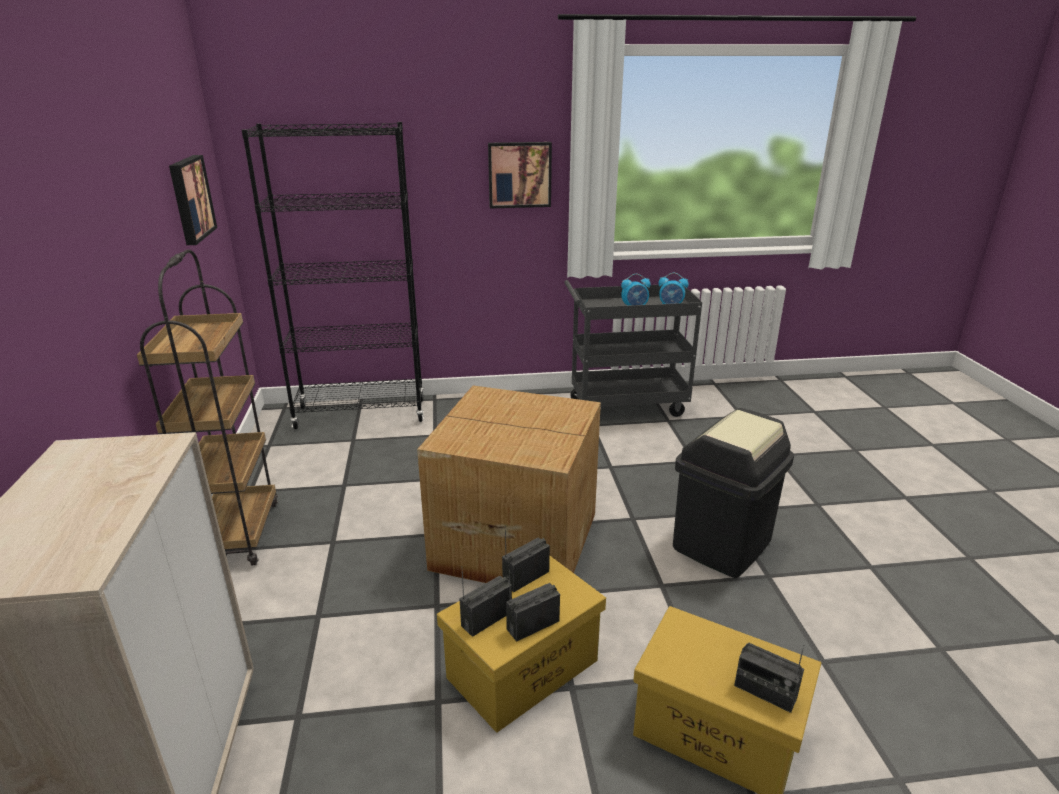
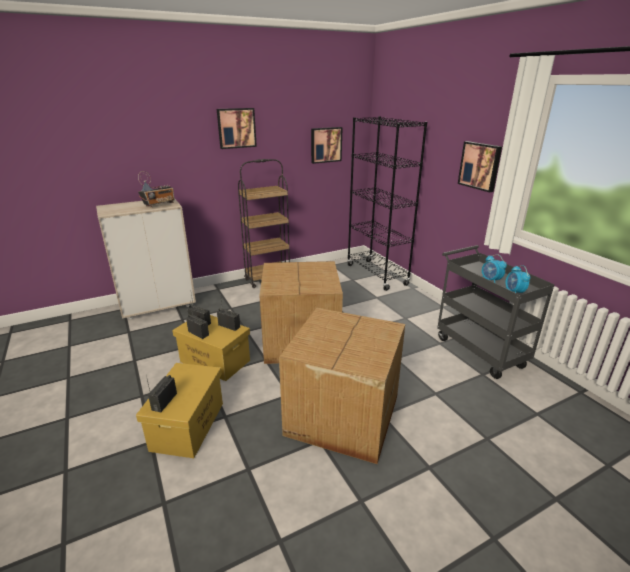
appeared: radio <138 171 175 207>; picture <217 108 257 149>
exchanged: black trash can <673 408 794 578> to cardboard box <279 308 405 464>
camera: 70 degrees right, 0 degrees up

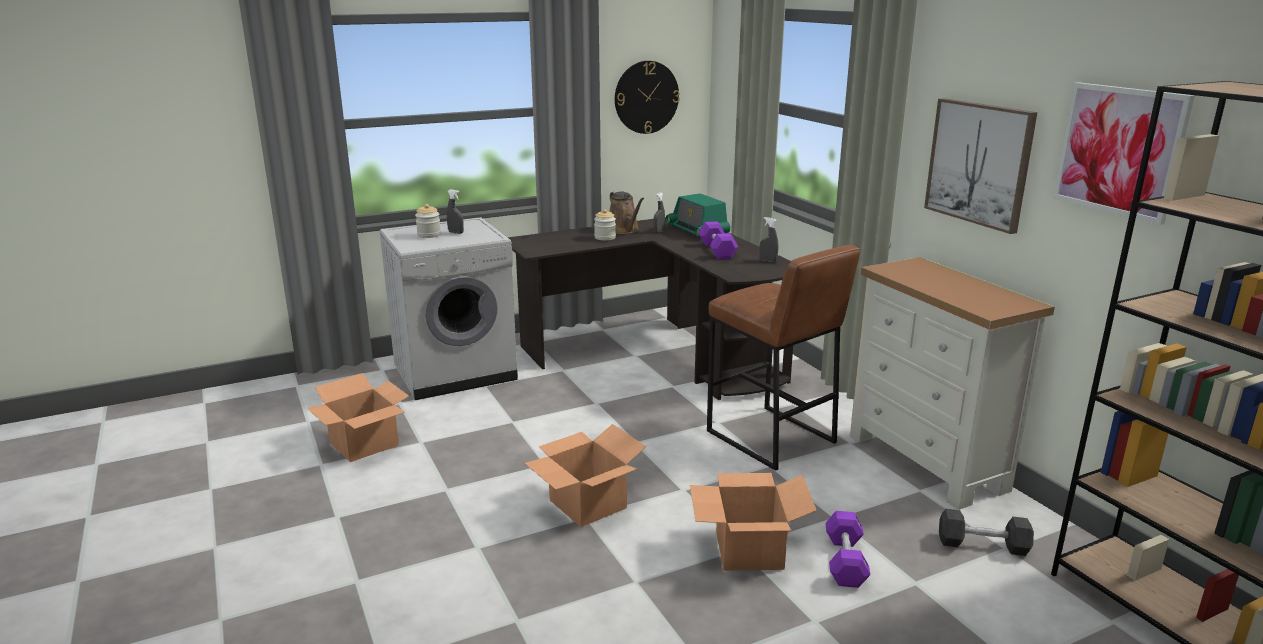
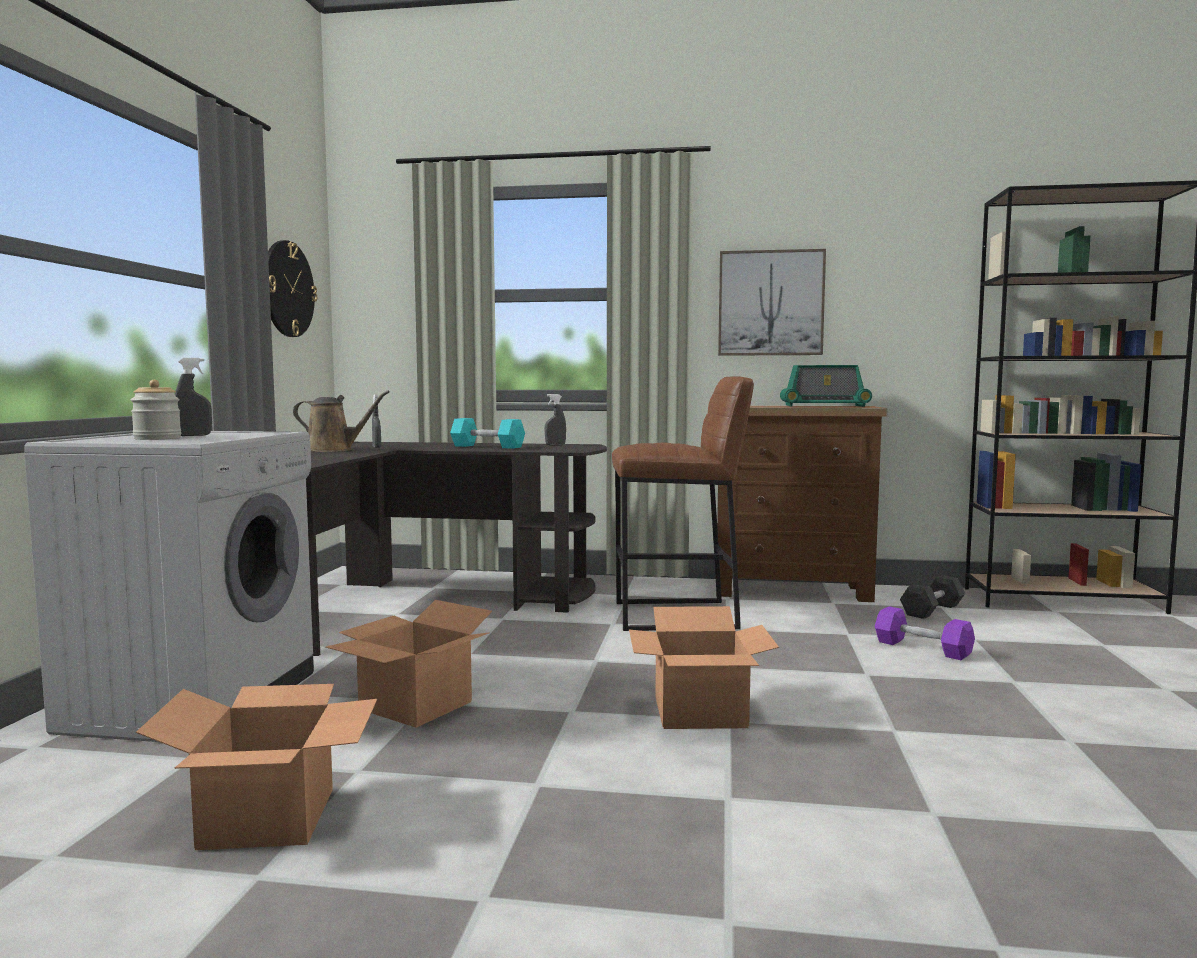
missing: jar <594 209 616 240>; picture <1053 82 1195 225>
relocated: radio <666 193 730 237> to <780 365 872 407>; cardboard box <690 473 817 571> to <325 600 492 728>
colour: purple dumbbell <698 221 738 259> to turquoise dumbbell <450 418 525 449>; white dresser <850 257 1055 510> to brown dresser <716 405 888 602>
camera: 55 degrees left, 15 degrees down

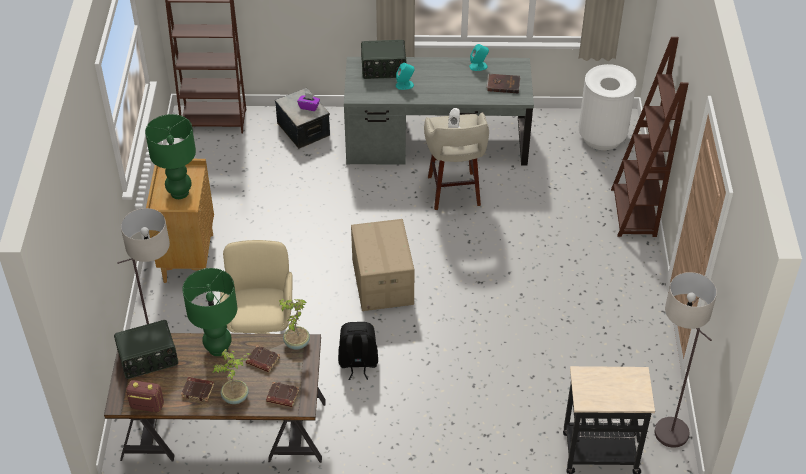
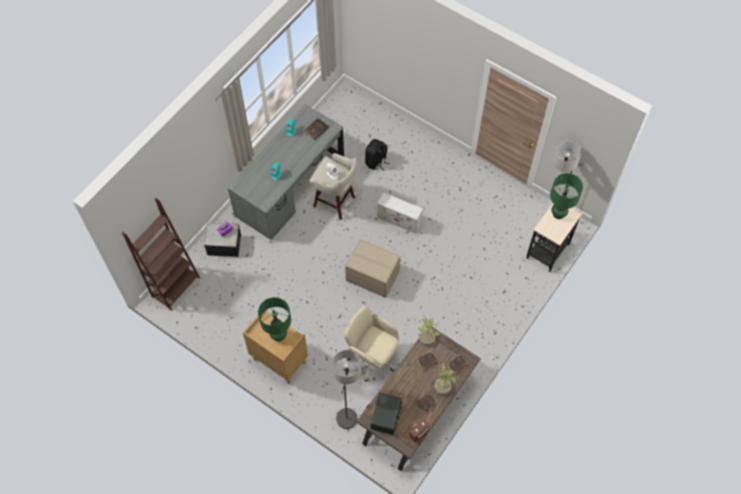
missing: radio <361 40 406 79>; white trash can <579 64 636 150>; brown bookcase <611 37 688 237>
appeared: white storage box <377 192 423 234>
relocated: green table lamp <182 268 237 356> to <550 173 583 219>; black backpack <338 322 378 380> to <365 139 390 171>
camera: 55 degrees left, 15 degrees up

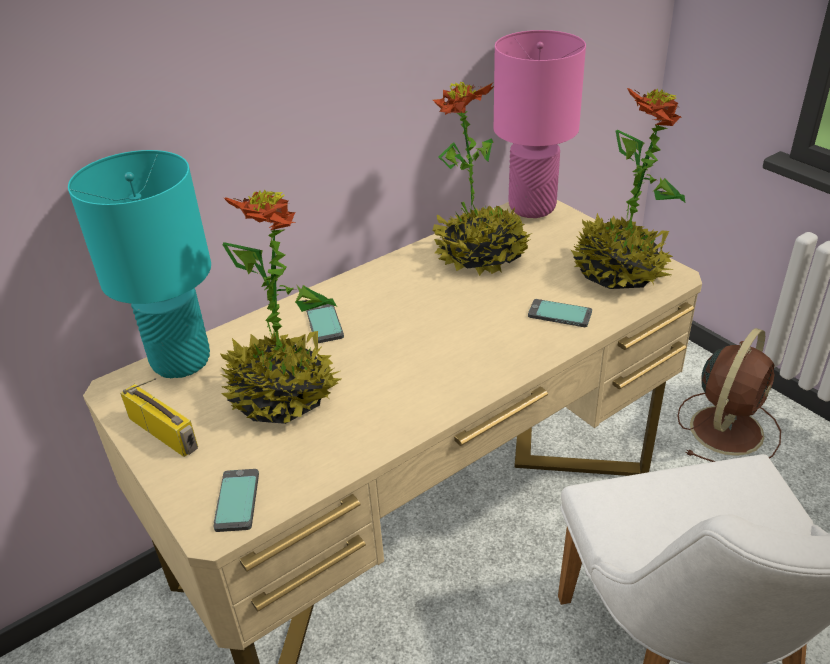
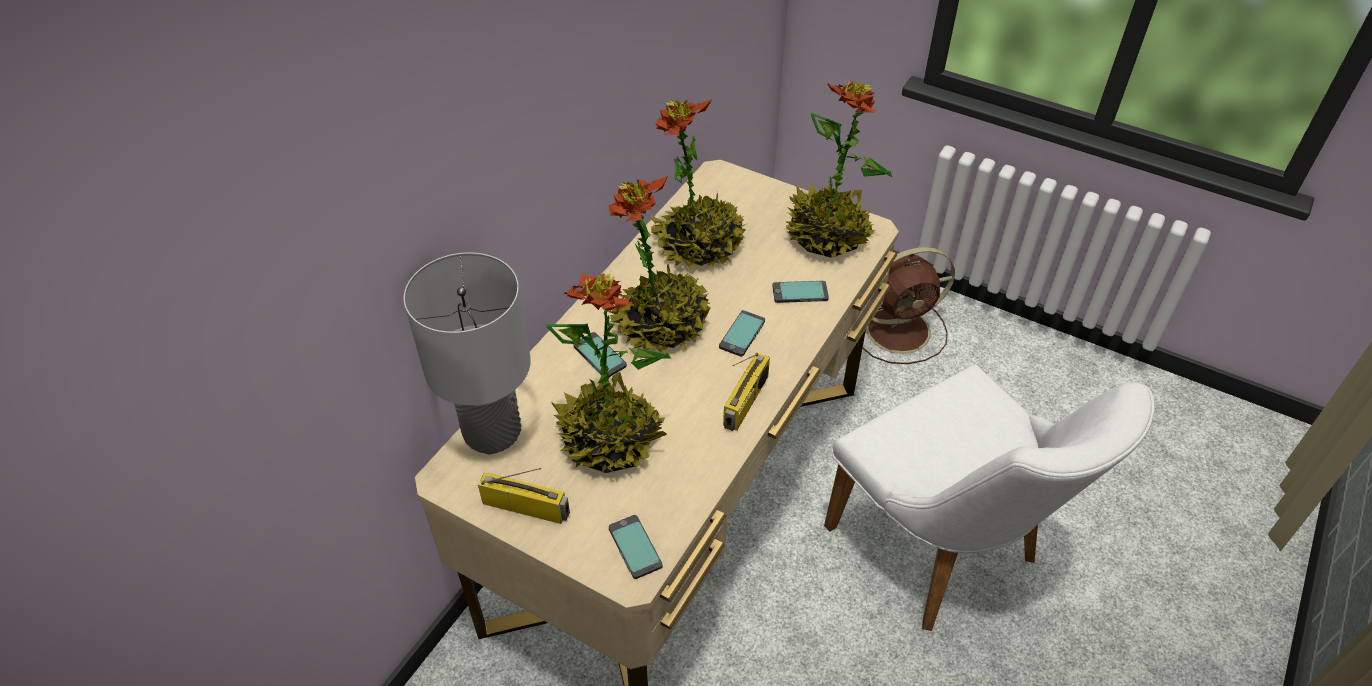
missing: pink table lamp <494 30 586 218>
appeared: potted plant <608 176 710 354>; phone <719 310 765 357>; radio <723 352 770 431>
colour: turquoise table lamp <68 150 211 378> to grey table lamp <404 252 531 454>
spun: brown fan <678 328 781 462> = <862 247 955 364> 60 degrees clockwise
camera: 25 degrees left, 10 degrees up

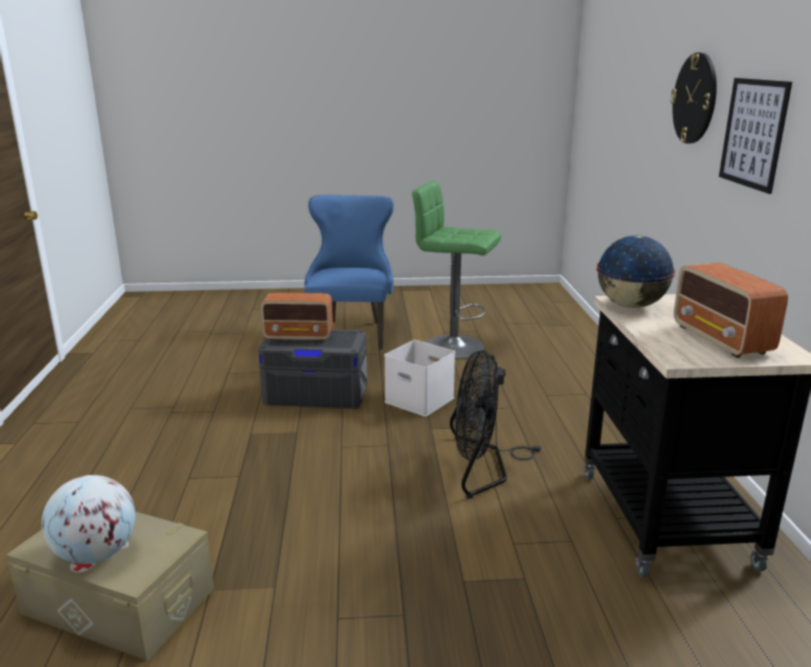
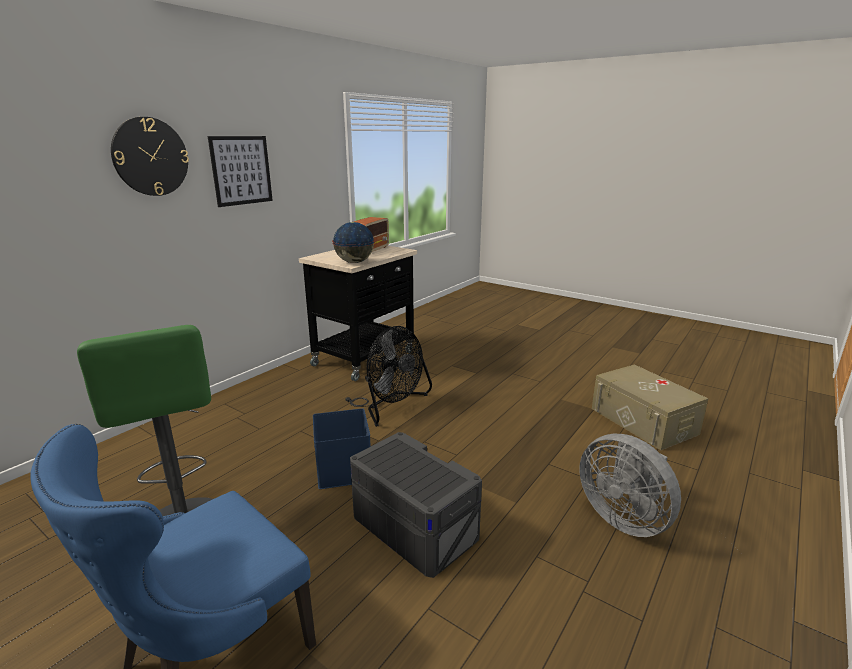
missing: globe <42 475 135 564>; radio <261 292 333 341>
appeared: grey fan <579 434 681 537>
colour: white storage box <384 340 455 417> to blue storage box <313 409 371 489>
camera: 140 degrees left, 0 degrees up

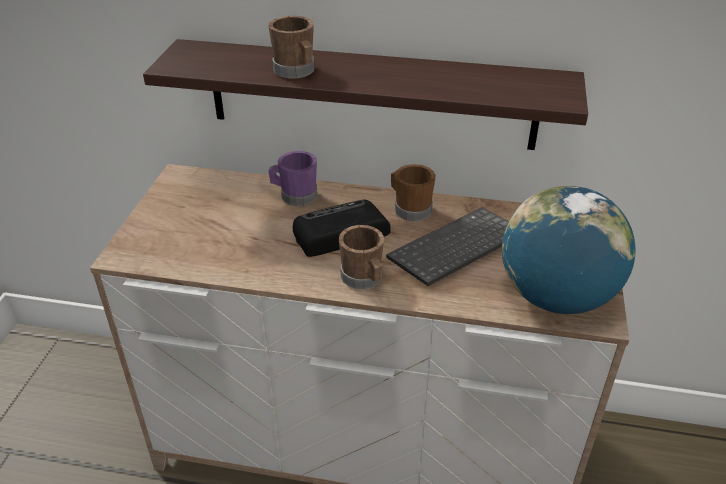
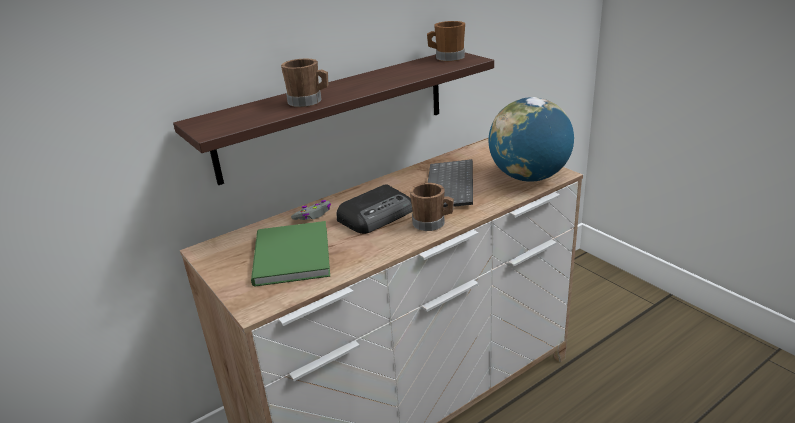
appeared: green book <251 221 330 287>
relocated: brown mug <391 164 436 221> to <427 21 465 61>
exchanged: purple mug <268 151 318 206> to grey game controller <291 200 331 220>
spun: radio <293 200 391 257> = <337 184 413 234> 150 degrees counterclockwise
camera: 45 degrees left, 10 degrees down

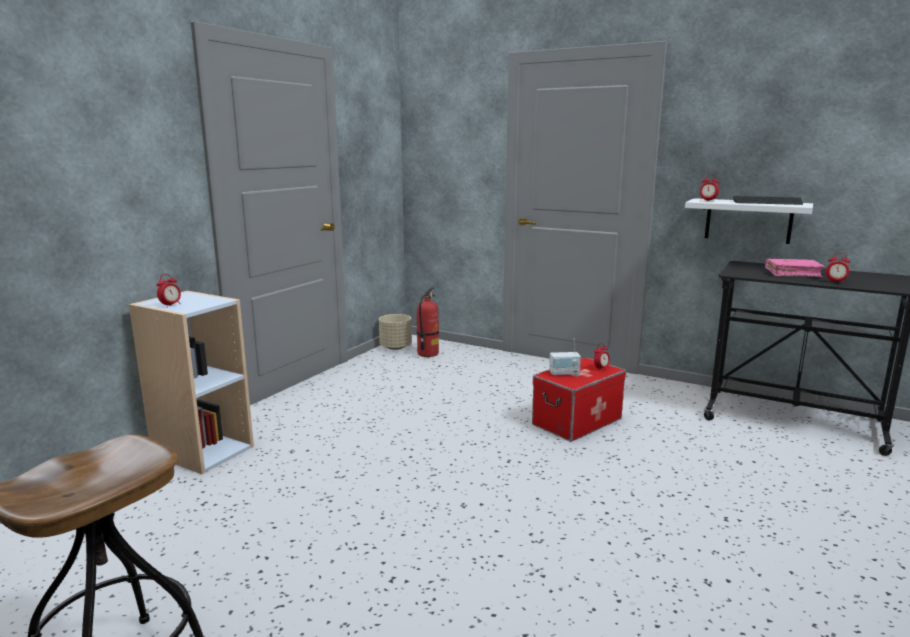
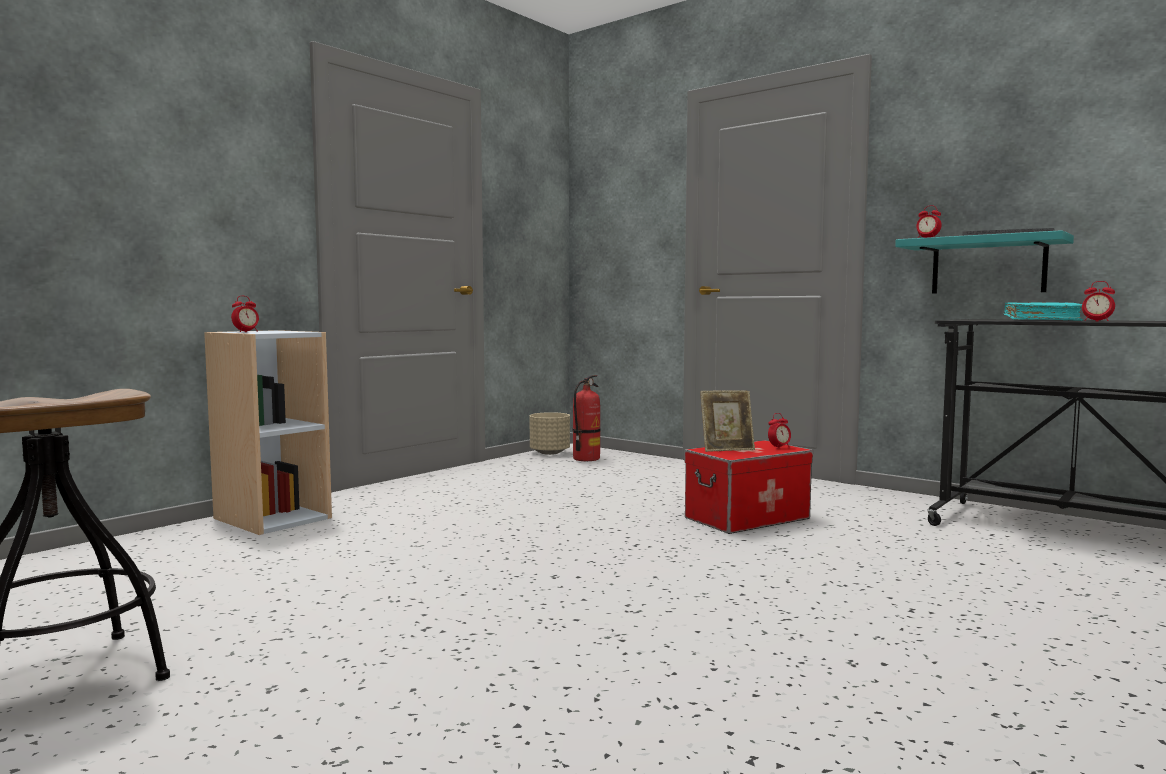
exchanged: radio <549 339 581 376> to picture frame <700 391 755 452>
colour: white shelf <685 198 813 244> to turquoise shelf <895 230 1074 294>; pink book <765 259 825 277> to turquoise book <1004 303 1083 321>
camera: 10 degrees right, 10 degrees down

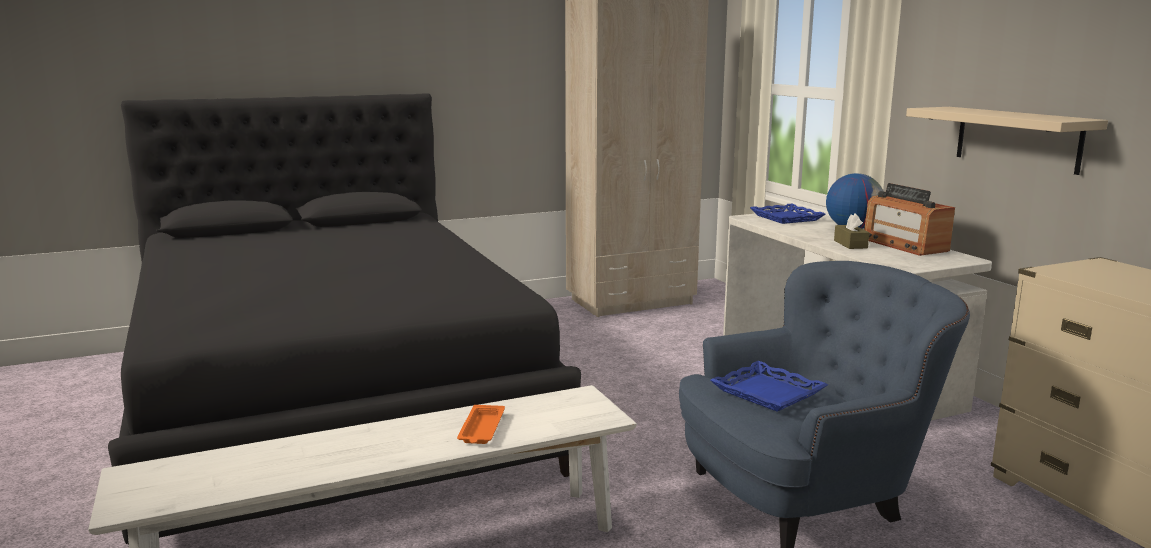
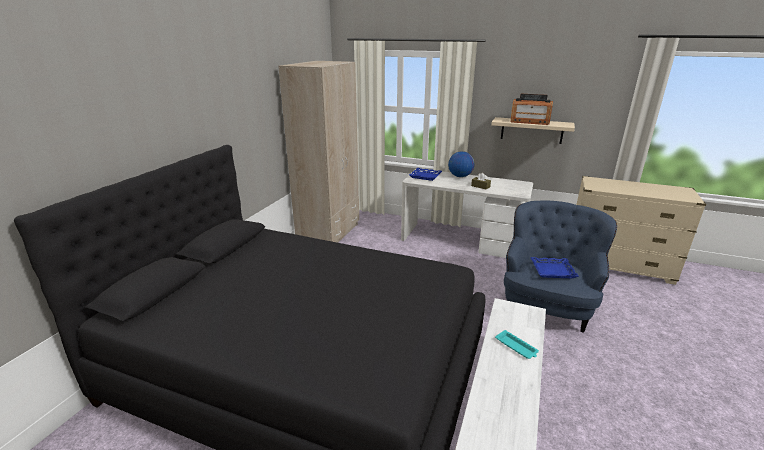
relocated: radio <864 183 955 256> to <510 94 553 125>
colour: orange tray <457 405 505 444> to turquoise tray <495 330 539 359>
camera: 45 degrees left, 10 degrees up

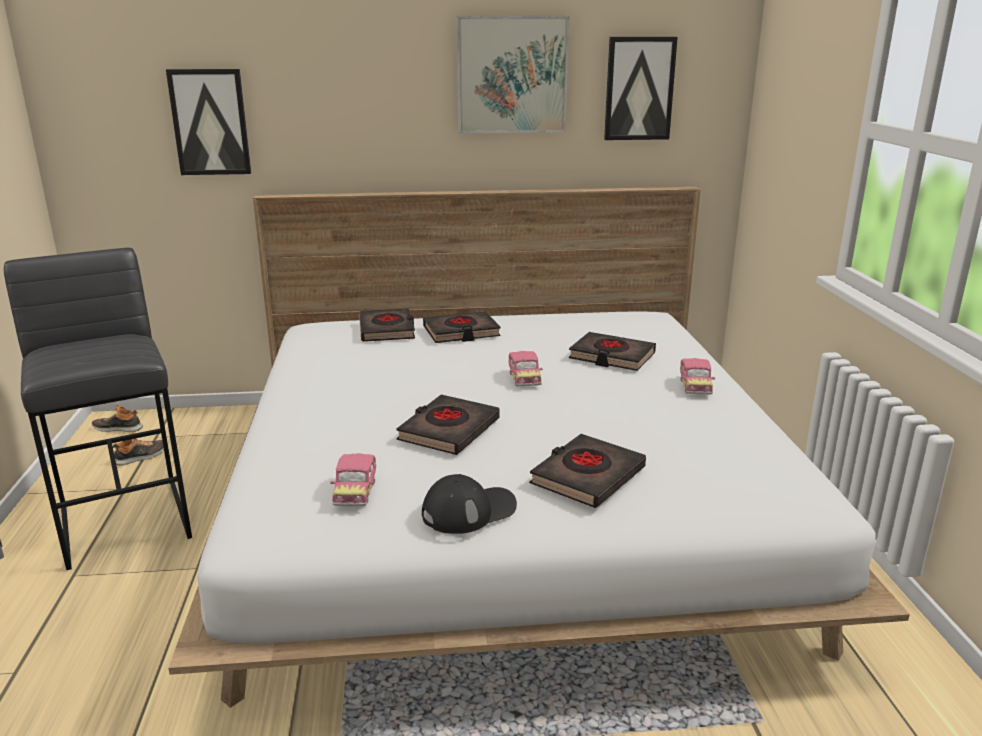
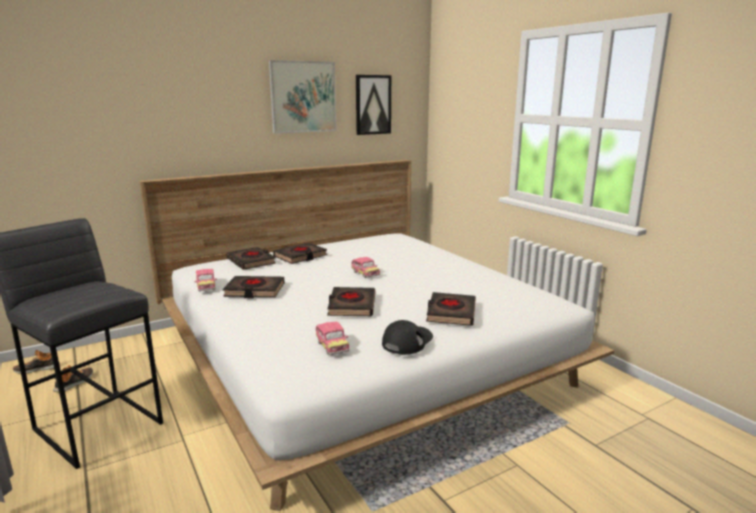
missing: picture <166 69 251 175>
relocated: black book <569 332 656 371> to <223 276 284 298>; toy car <680 358 715 395> to <194 269 217 291>
camera: 25 degrees left, 5 degrees down

